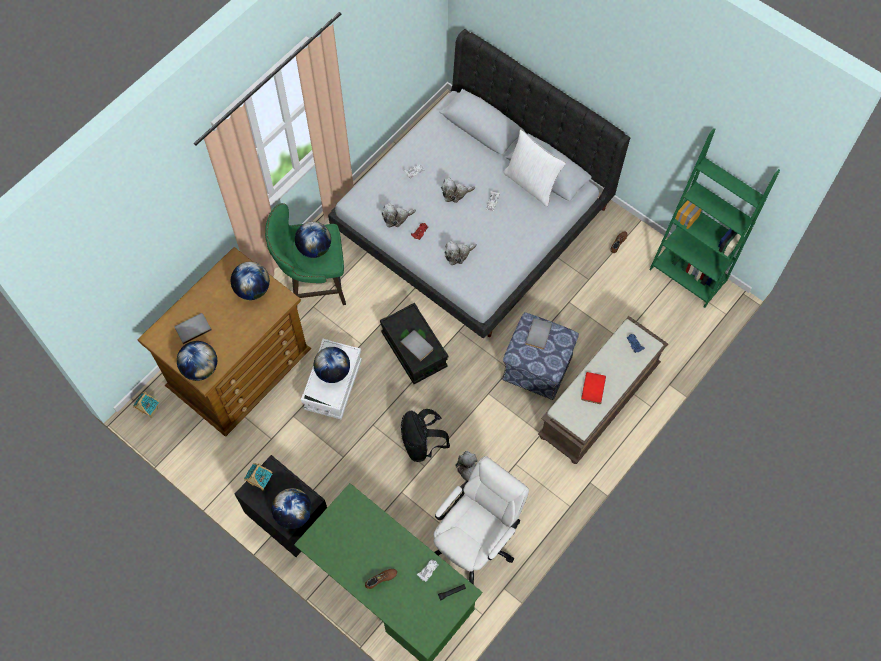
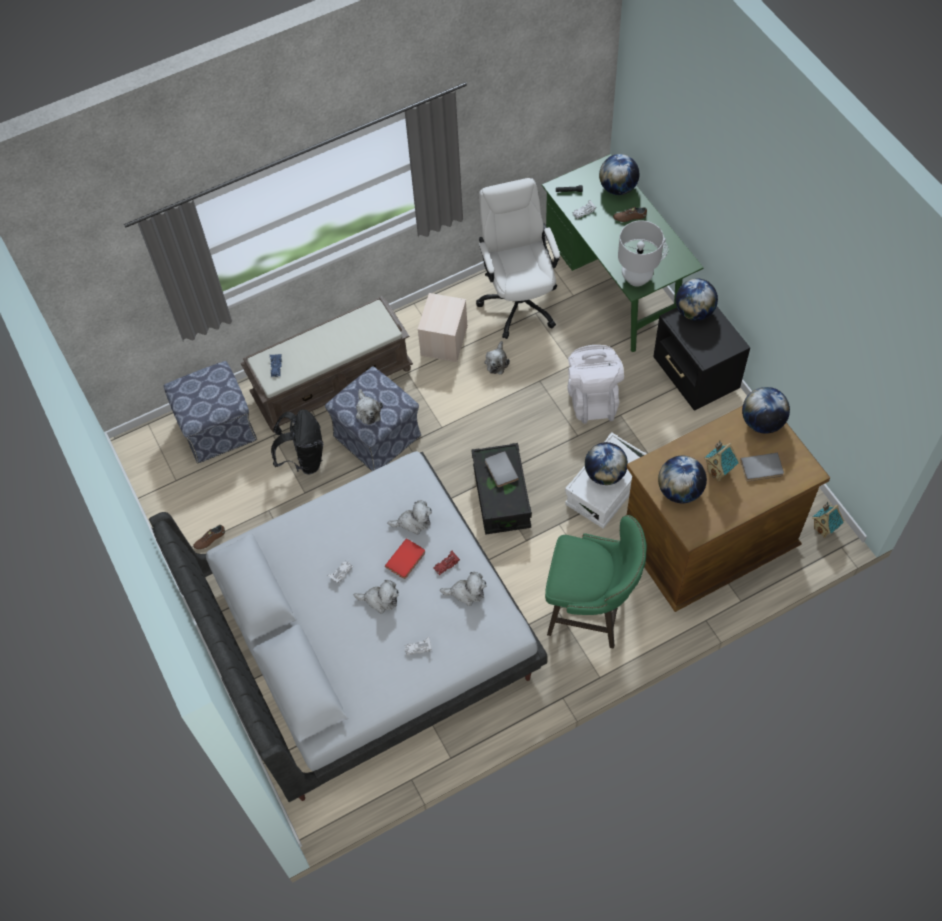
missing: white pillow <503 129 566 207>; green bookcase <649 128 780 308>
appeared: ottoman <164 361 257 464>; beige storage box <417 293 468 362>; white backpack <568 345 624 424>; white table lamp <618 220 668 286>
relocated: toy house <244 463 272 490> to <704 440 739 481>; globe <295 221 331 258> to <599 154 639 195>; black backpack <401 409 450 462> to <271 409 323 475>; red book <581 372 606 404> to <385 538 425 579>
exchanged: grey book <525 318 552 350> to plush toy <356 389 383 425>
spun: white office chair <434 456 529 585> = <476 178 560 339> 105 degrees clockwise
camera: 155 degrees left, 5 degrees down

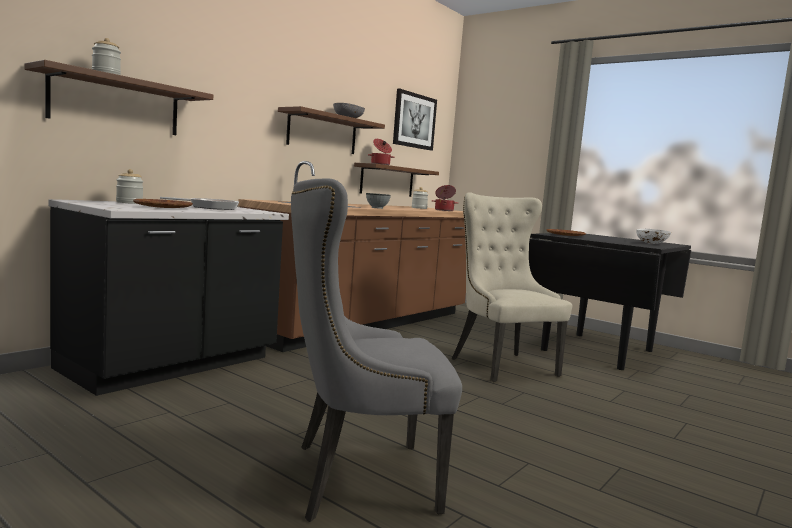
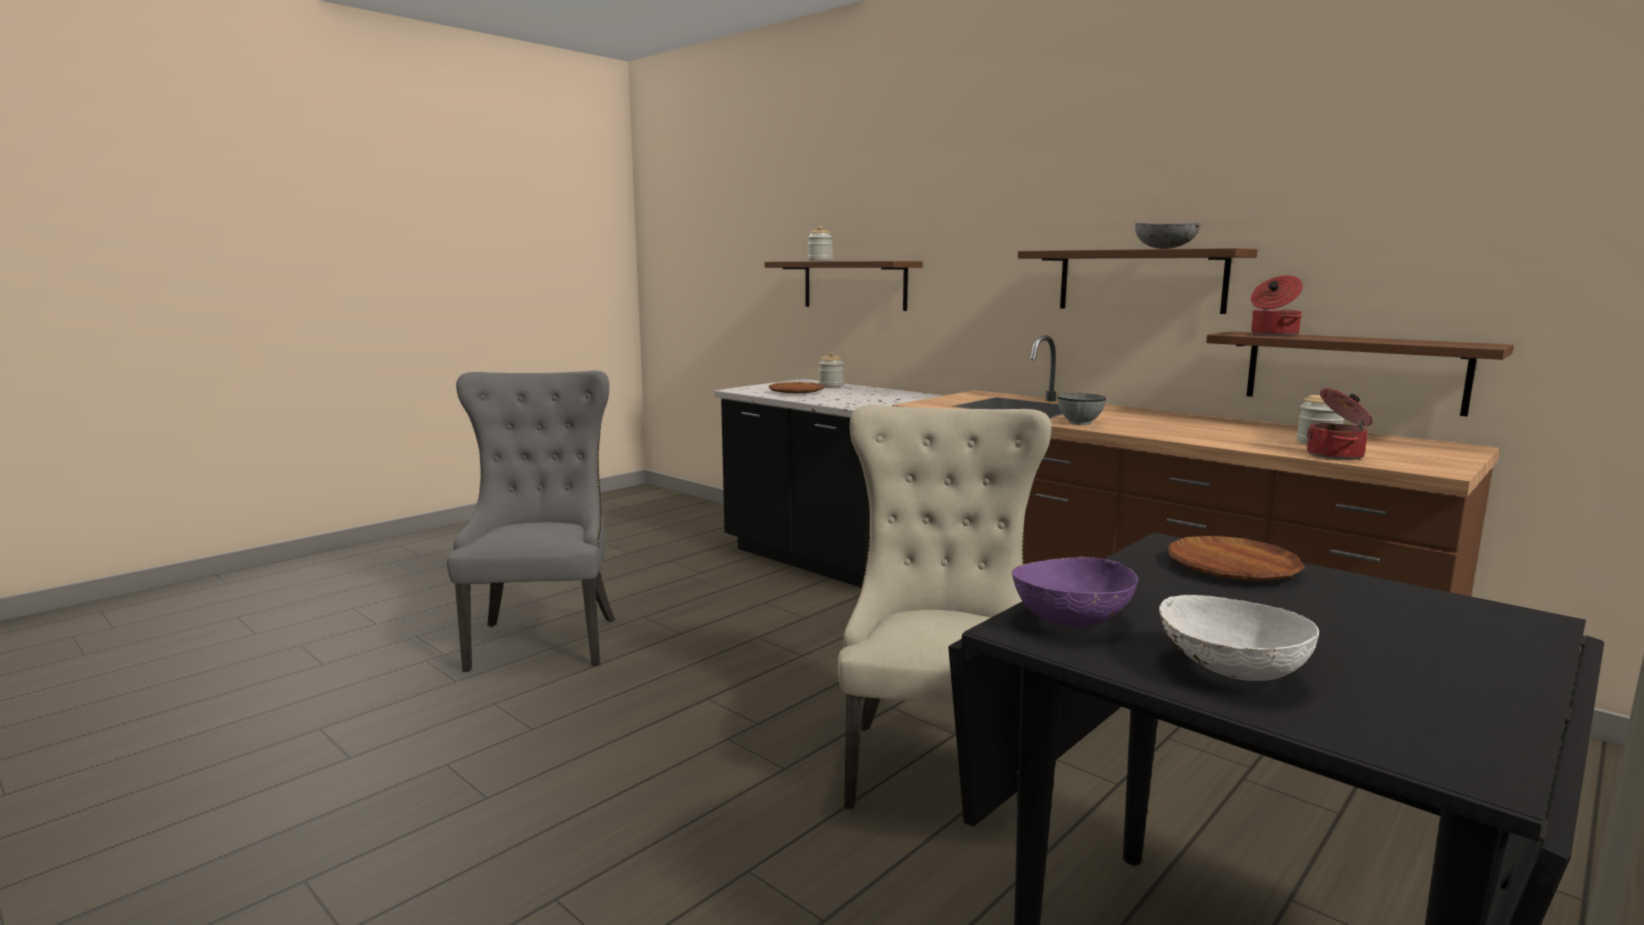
missing: frying pan <160 197 239 210>; picture <393 89 437 151>
appeared: purple bowl <1011 557 1138 627>
spun: beige chair <452 192 572 382> = <838 405 1051 809> 60 degrees counterclockwise
camera: 95 degrees right, 5 degrees up

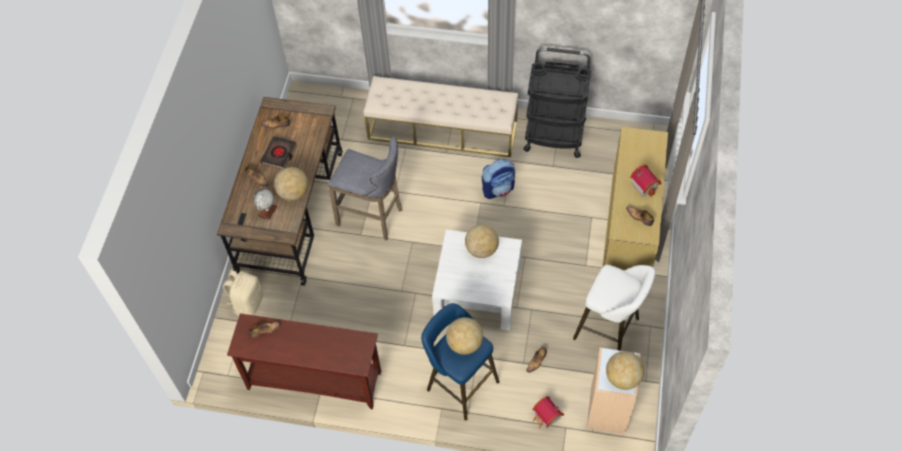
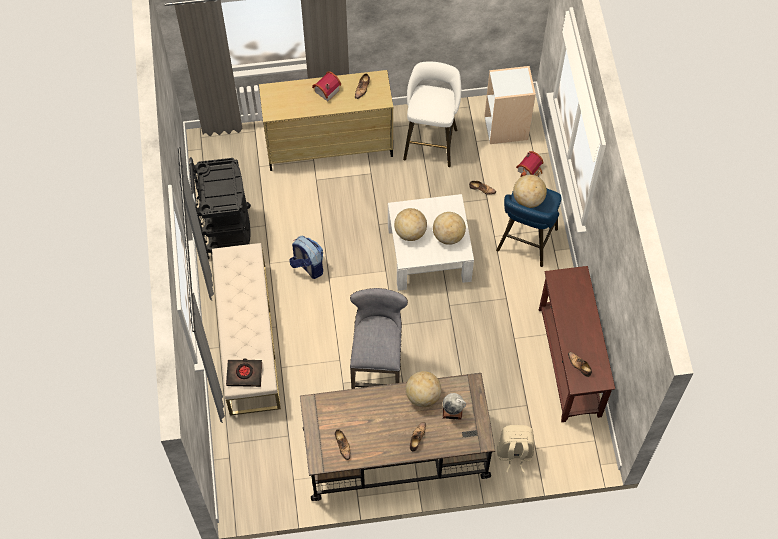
relocated: black book <260 136 297 169> to <226 359 262 387>; globe <606 351 645 390> to <433 212 466 245>
camera: 110 degrees left, 5 degrees up

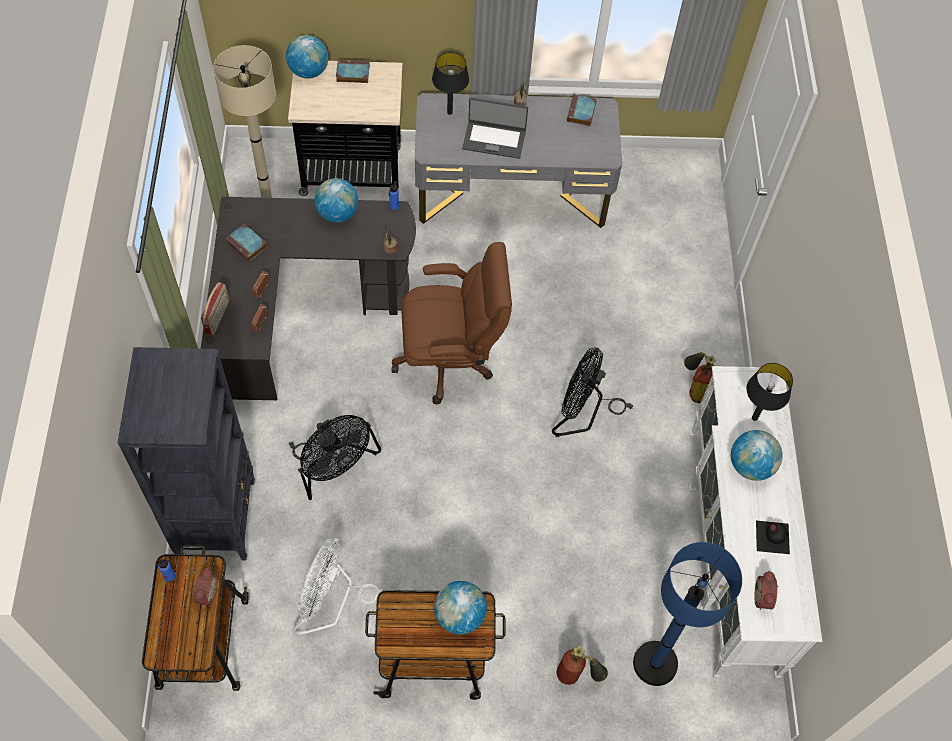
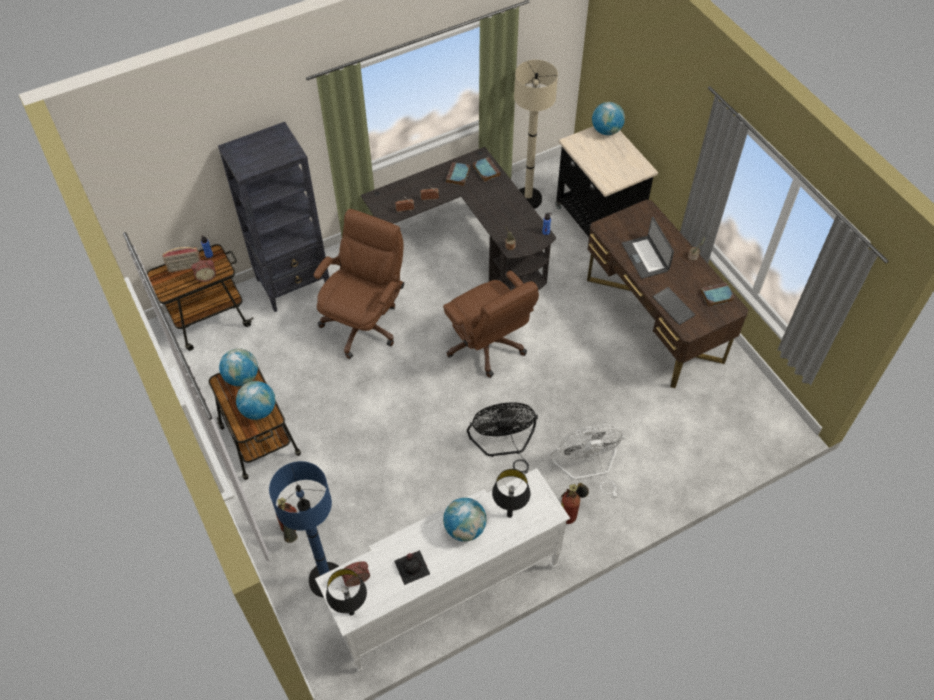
appeared: keyboard <653 287 695 325>
relocated: radio <201 282 229 335> to <162 247 201 272>; white fan <292 538 383 636> to <550 424 624 499>; globe <314 178 359 223> to <219 348 258 386>; book <336 59 370 83> to <473 157 501 182>; black table lamp <432 52 469 115> to <326 569 367 615>
exchanged: black fan <289 415 381 500> to brown office chair <314 209 404 359>
colour: grey desk <415 93 622 228> to brown desk <587 200 748 388>
camera: 65 degrees right, 5 degrees down

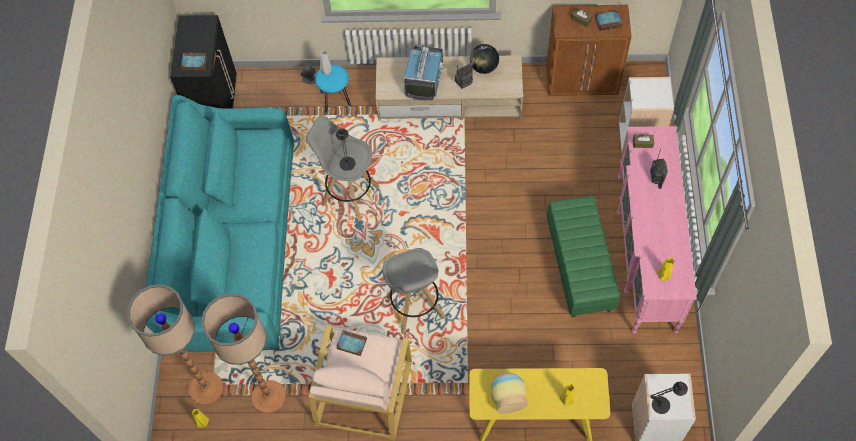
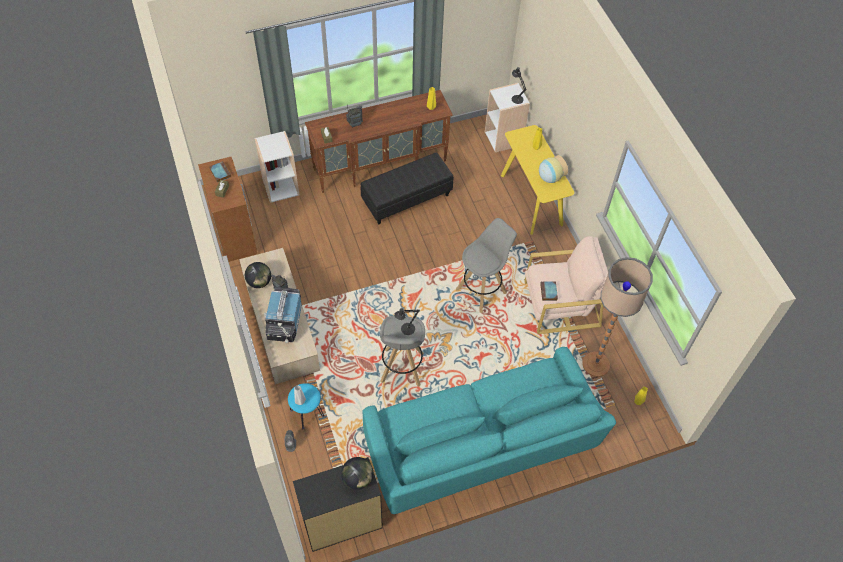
missing: floor lamp <127 284 223 405>
exchanged: book <181 53 207 70> to globe <341 457 373 490>
colour: green ottoman <547 195 620 318> to black ottoman <361 152 454 225>; pink cabinet <617 126 697 334> to brown cabinet <305 90 453 193>
spun: television <404 44 444 101> = <264 287 302 344> 75 degrees counterclockwise
camera: 115 degrees left, 5 degrees down

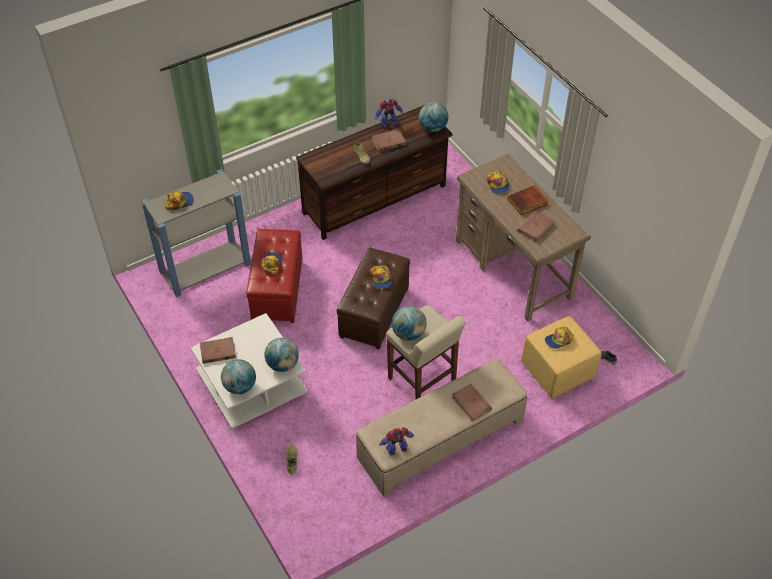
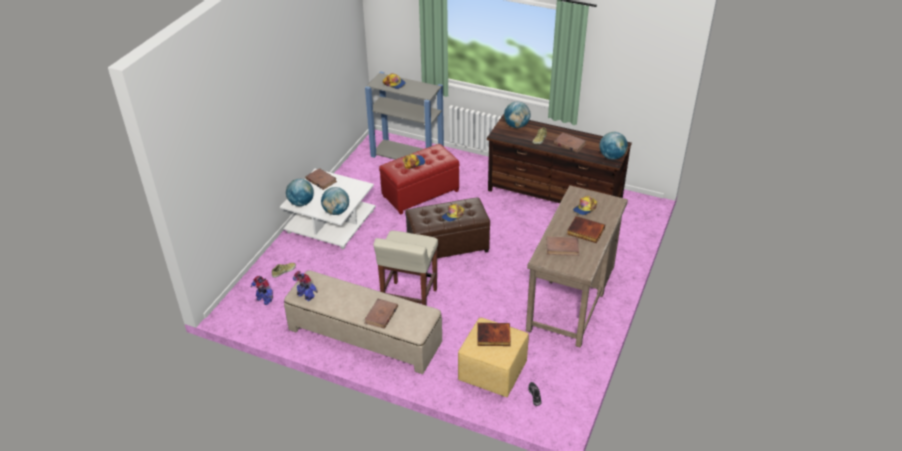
relocated: toy robot <375 99 403 128> to <251 276 273 305>; globe <392 306 427 341> to <504 102 531 128>
exchanged: cap <545 326 574 349> to book <477 323 511 346>
camera: 55 degrees right, 10 degrees down

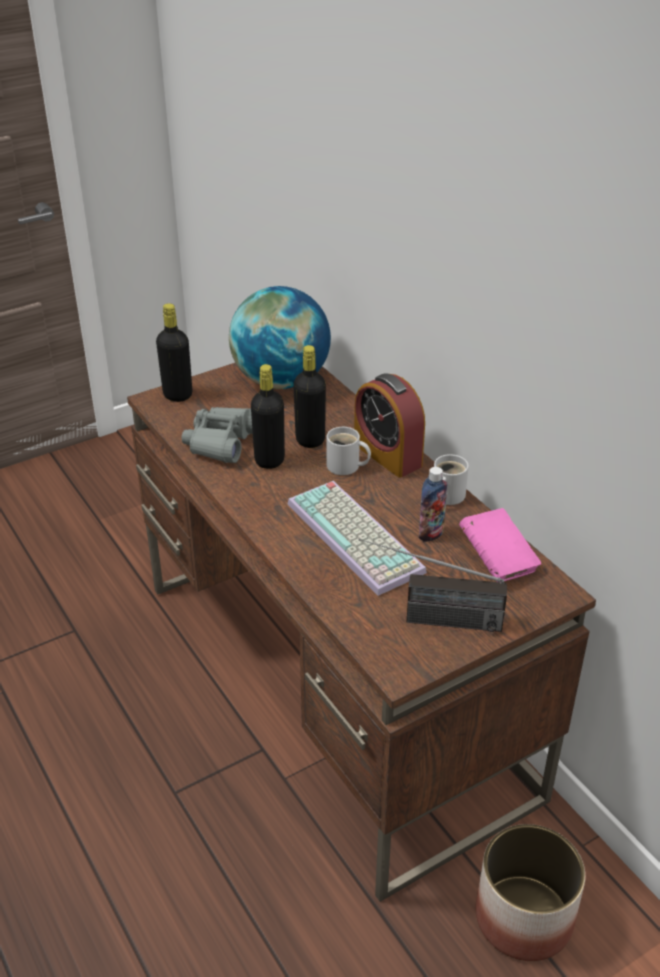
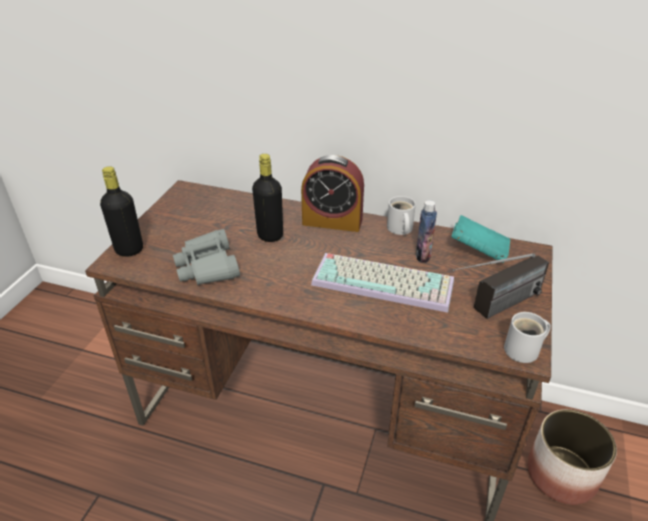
missing: globe <229 286 331 389>; black bottle <251 364 285 469>
relocated: white mug <327 427 371 475> to <504 312 551 363>
colour: pink book <459 508 541 582> to turquoise book <451 215 510 263>
camera: 40 degrees left, 0 degrees up

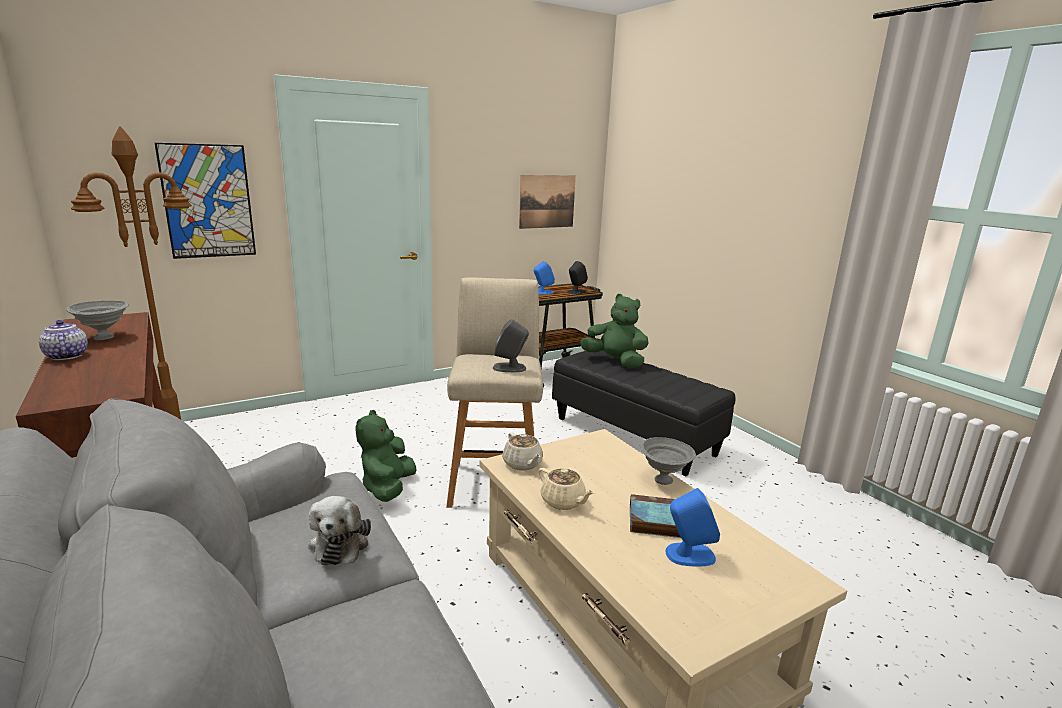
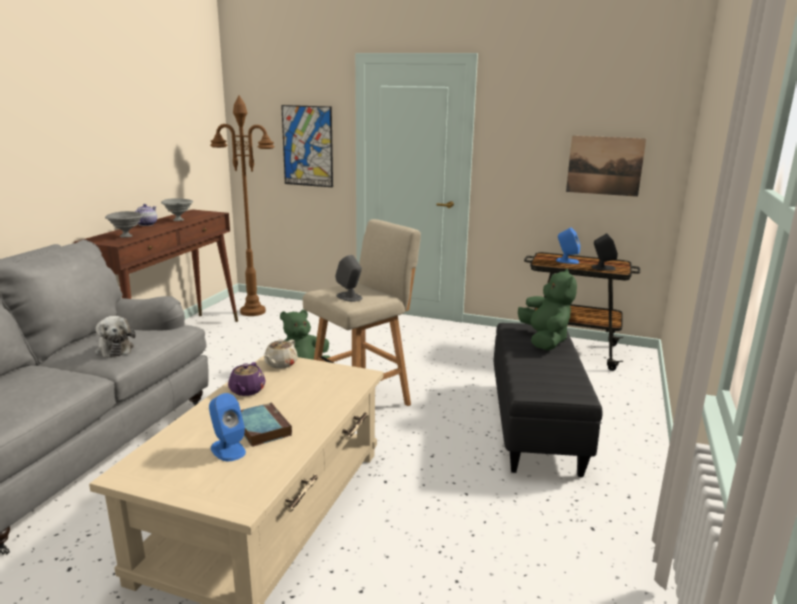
relocated: grey bowl <640 437 696 485> to <105 211 143 237>
colour: beige teapot <538 468 594 510> to purple teapot <228 362 265 396>
spun: plush toy <308 496 371 565> = <95 316 136 358> 75 degrees counterclockwise
camera: 50 degrees right, 0 degrees up

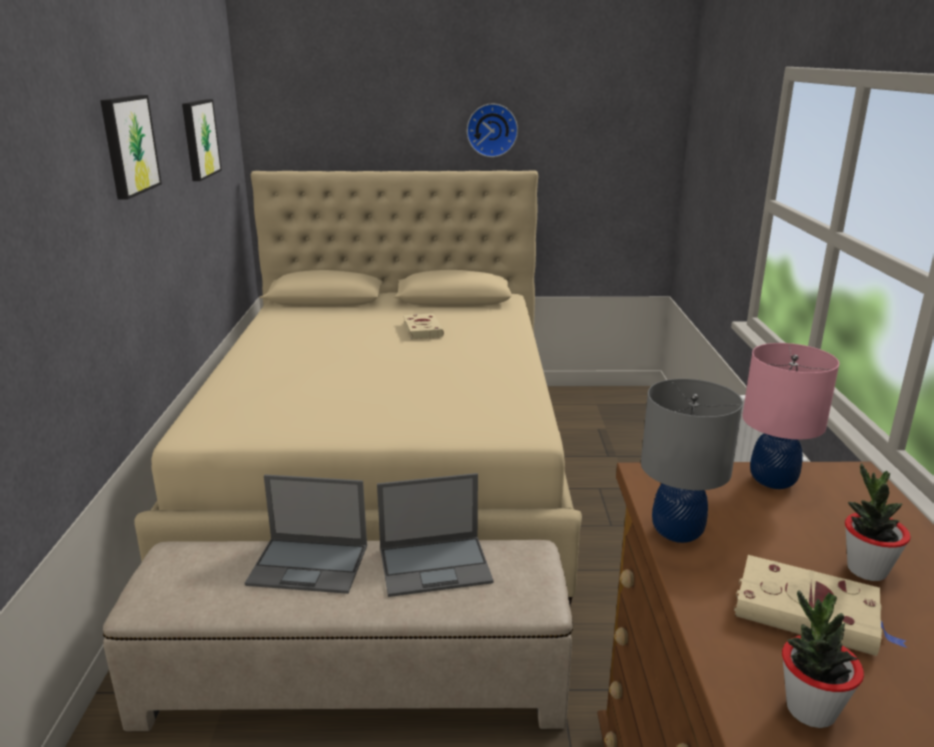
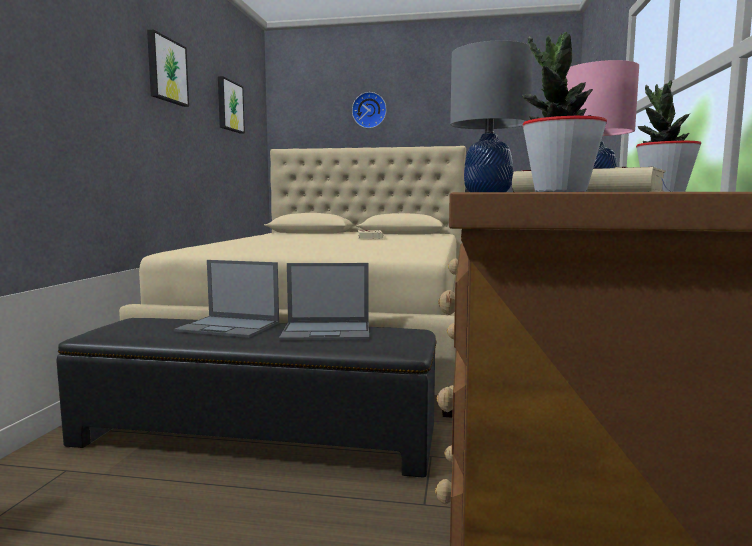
relocated: wall clock <467 104 518 157> to <352 92 387 128>
colour: beige bench <103 540 573 731> to black bench <56 318 436 478>
camera: 10 degrees right, 15 degrees down

